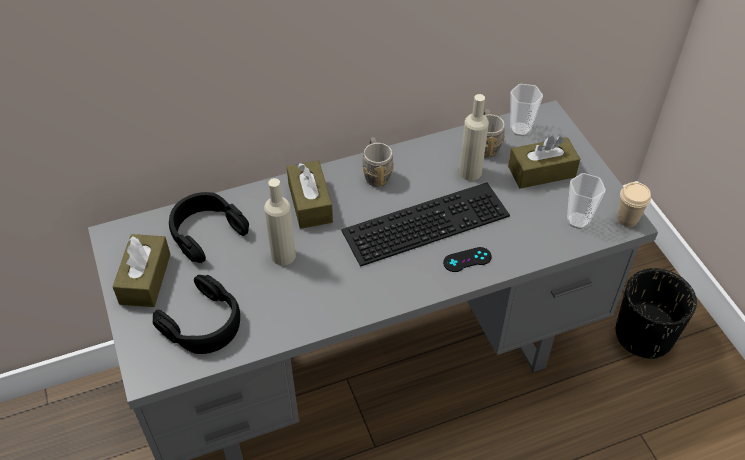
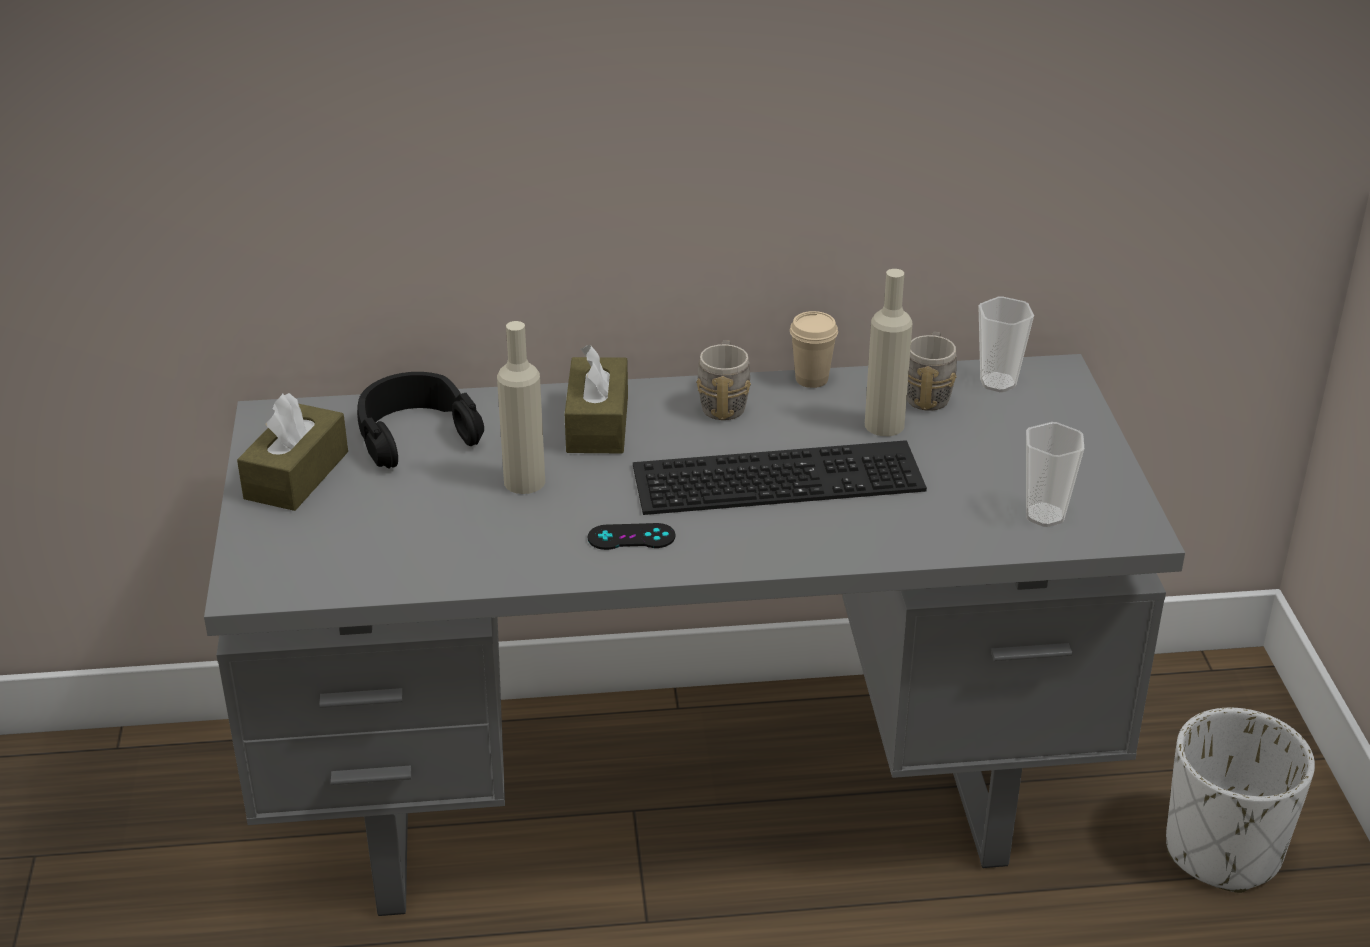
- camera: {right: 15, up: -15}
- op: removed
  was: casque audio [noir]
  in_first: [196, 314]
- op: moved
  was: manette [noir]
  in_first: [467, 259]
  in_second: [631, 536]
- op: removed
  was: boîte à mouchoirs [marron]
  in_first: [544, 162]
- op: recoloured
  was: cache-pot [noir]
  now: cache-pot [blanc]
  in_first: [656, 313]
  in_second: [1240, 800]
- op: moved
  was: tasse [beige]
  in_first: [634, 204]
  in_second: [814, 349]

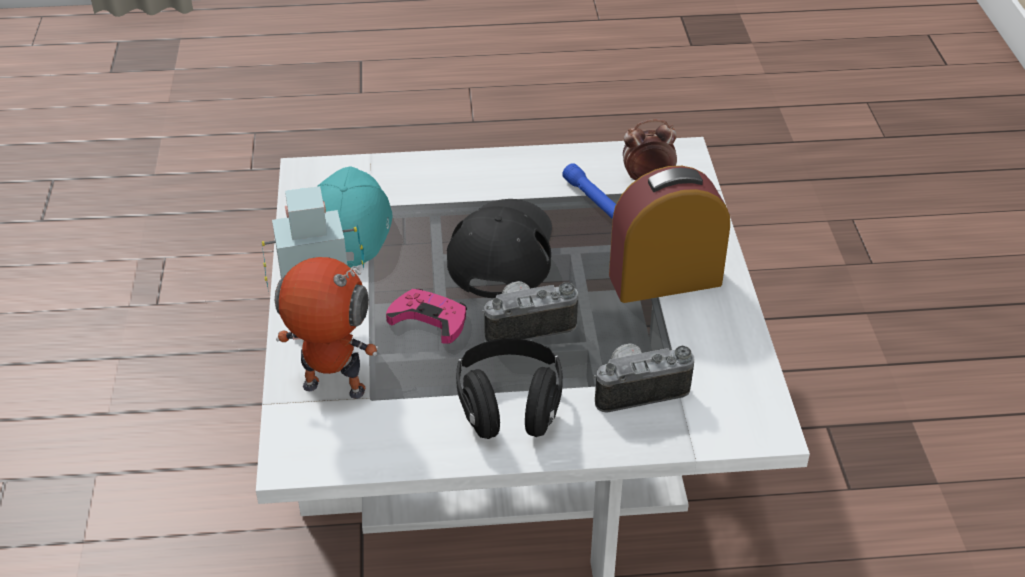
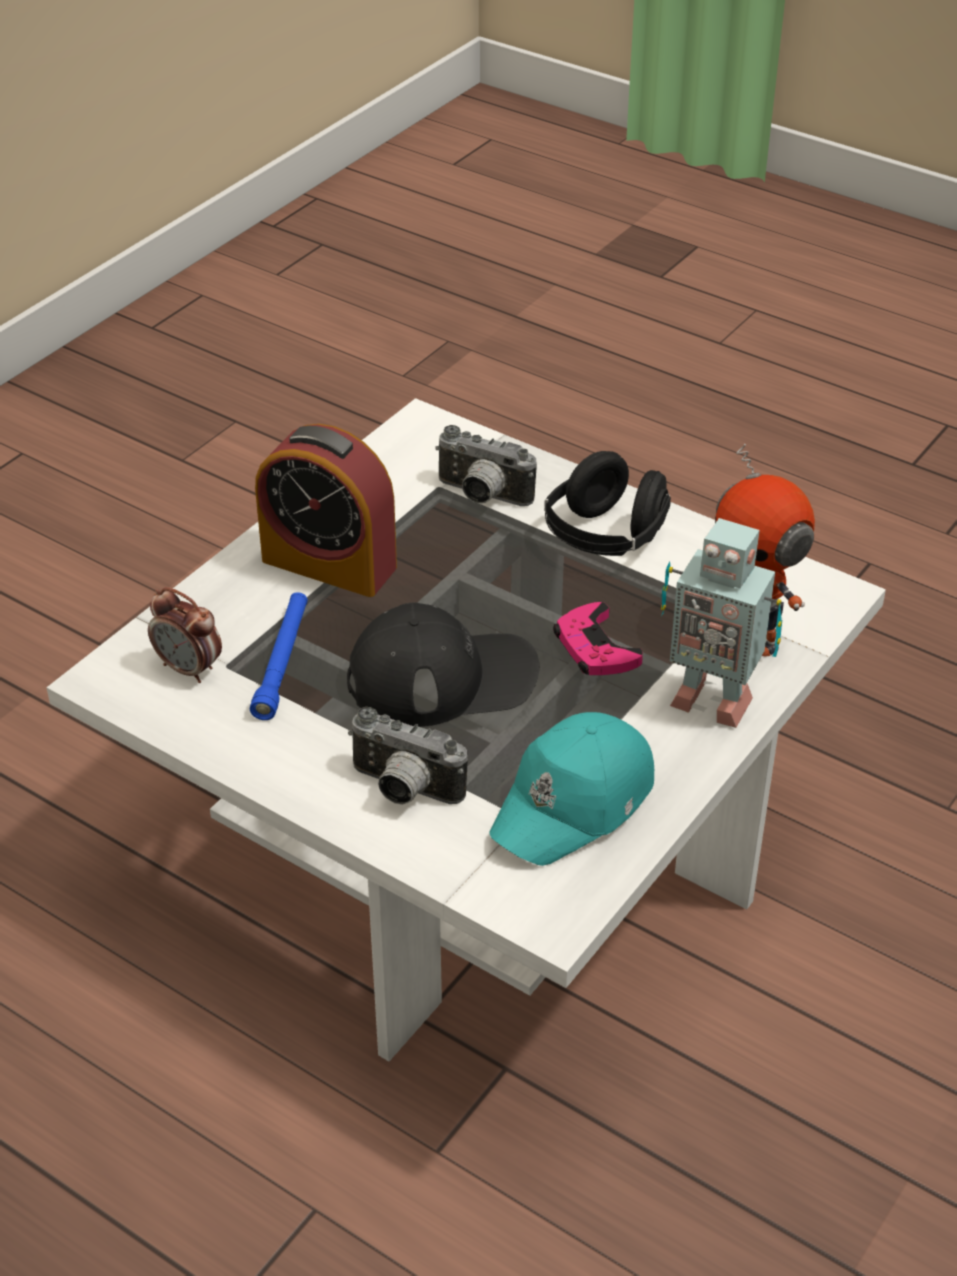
- camera: {right: -140, up: 0}
- op: turned
  was: casquette [noir]
  in_first: [499, 248]
  in_second: [443, 665]
  clockwise: -150
- op: moved
  was: appareil photo
  in_first: [530, 311]
  in_second: [408, 756]

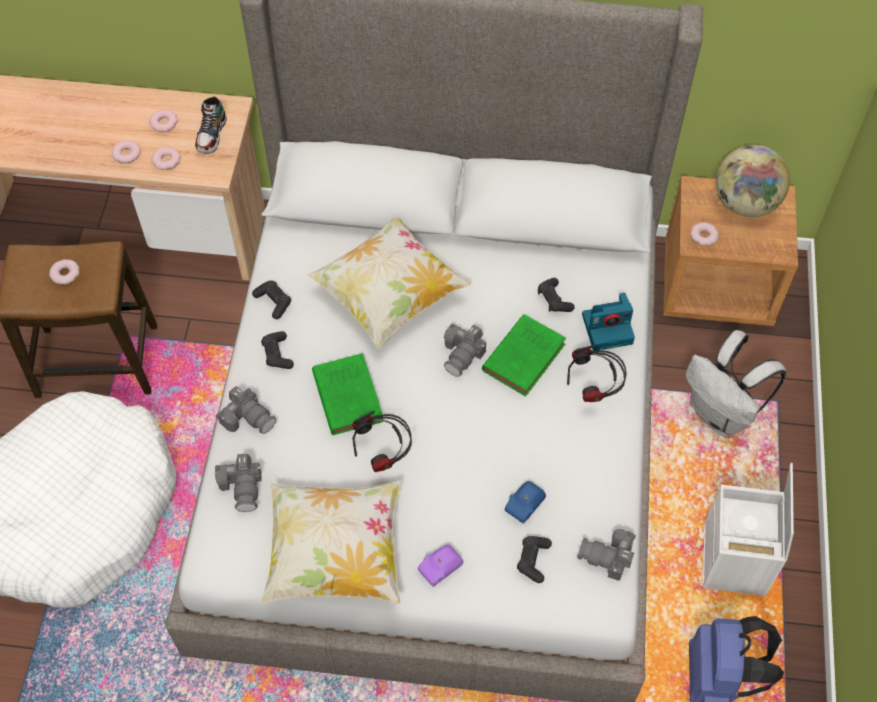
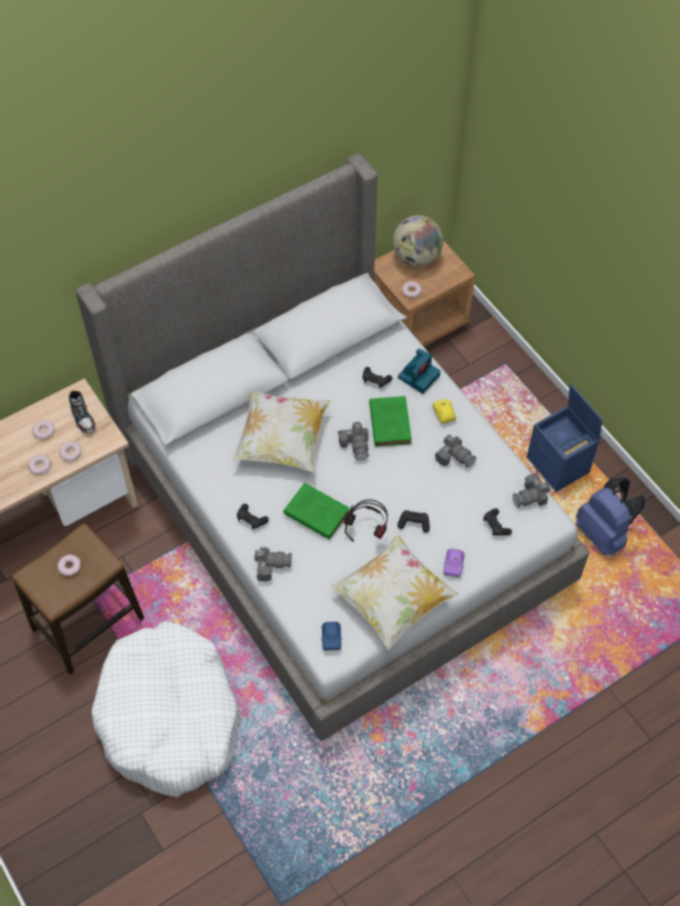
- camera: {right: -40, up: 0}
- op: moved
  was: appareil photo
  in_first: [238, 483]
  in_second: [455, 451]
- op: moved
  was: manette [noir]
  in_first: [271, 299]
  in_second: [413, 521]
- op: moved
  was: petite voiture [bleu]
  in_first: [525, 502]
  in_second: [331, 636]
- op: replaced
  was: casque audio
  now: petite voiture [jaune]
  in_first: [597, 373]
  in_second: [444, 411]
- op: removed
  was: sac à dos [blanc]
  in_first: [736, 383]
- op: recoloured
  was: boîte de rangement [blanc]
  now: boîte de rangement [bleu]
  in_first: [748, 529]
  in_second: [565, 438]

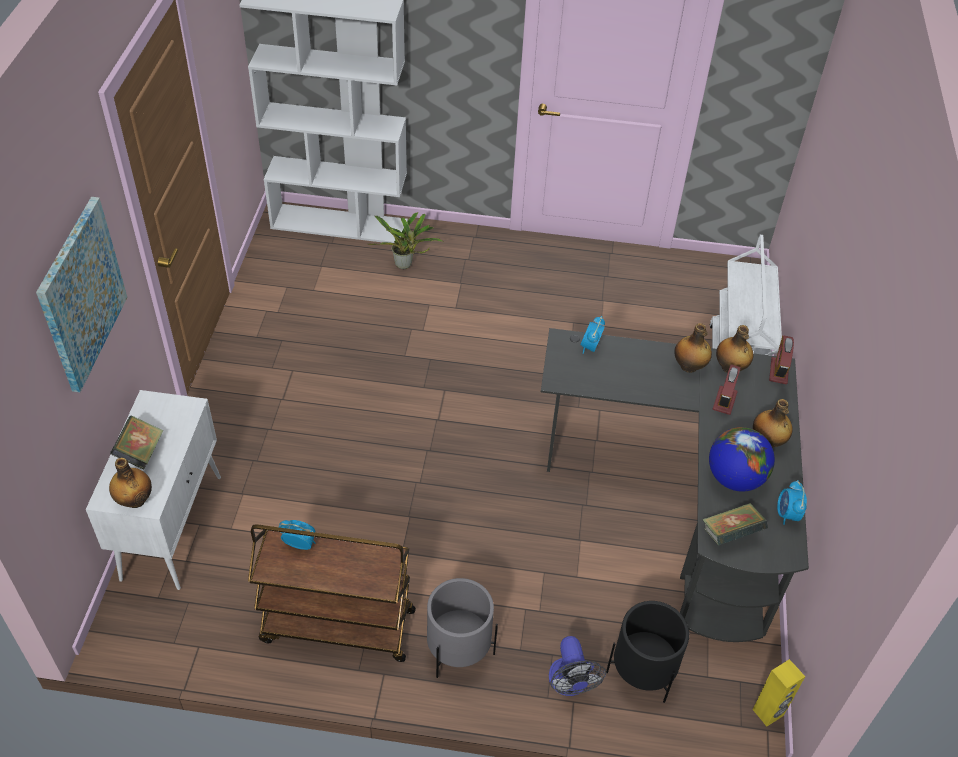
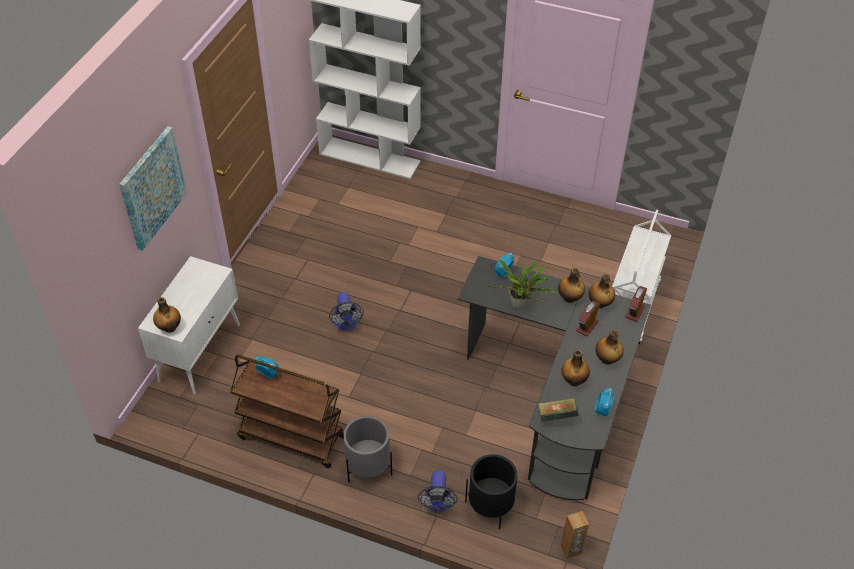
- camera: {right: 15, up: 0}
- op: removed
  was: livre
  in_first: [136, 442]
- op: moved
  was: plante en pot
  in_first: [405, 240]
  in_second: [522, 284]
- op: replaced
  was: globe
  now: bouteille
  in_first: [742, 459]
  in_second: [575, 368]
- op: recoloured
  was: enceinte [jaune]
  now: enceinte [marron]
  in_first: [778, 693]
  in_second: [575, 535]
- op: added
  now: ventilateur
  in_second: [346, 311]

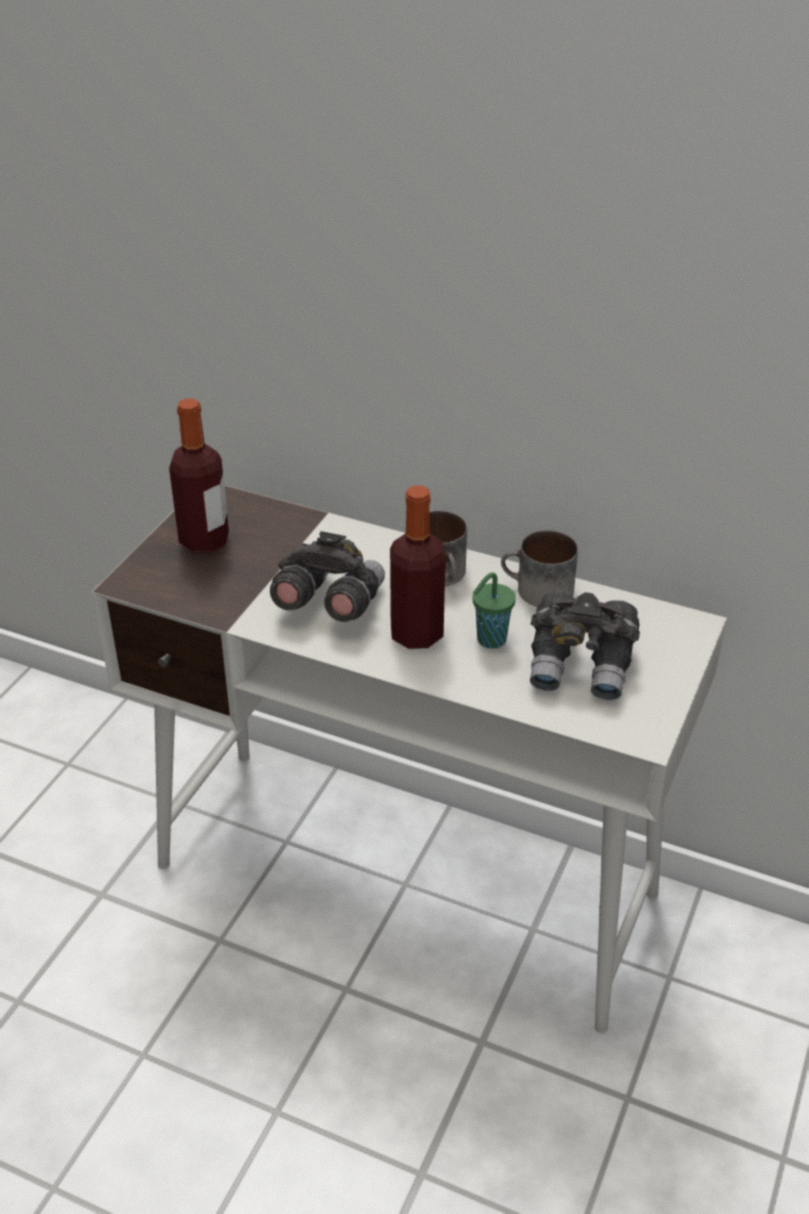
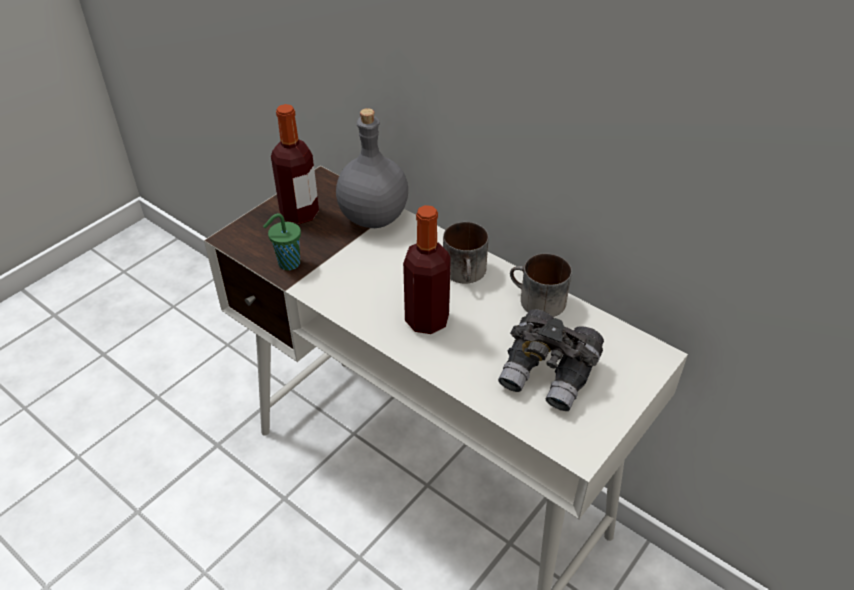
- camera: {right: 15, up: 5}
- op: removed
  was: jumelles [gris]
  in_first: [327, 576]
- op: moved
  was: tasse [vert]
  in_first: [494, 610]
  in_second: [282, 241]
- op: added
  now: bouteille [gris]
  in_second: [372, 168]

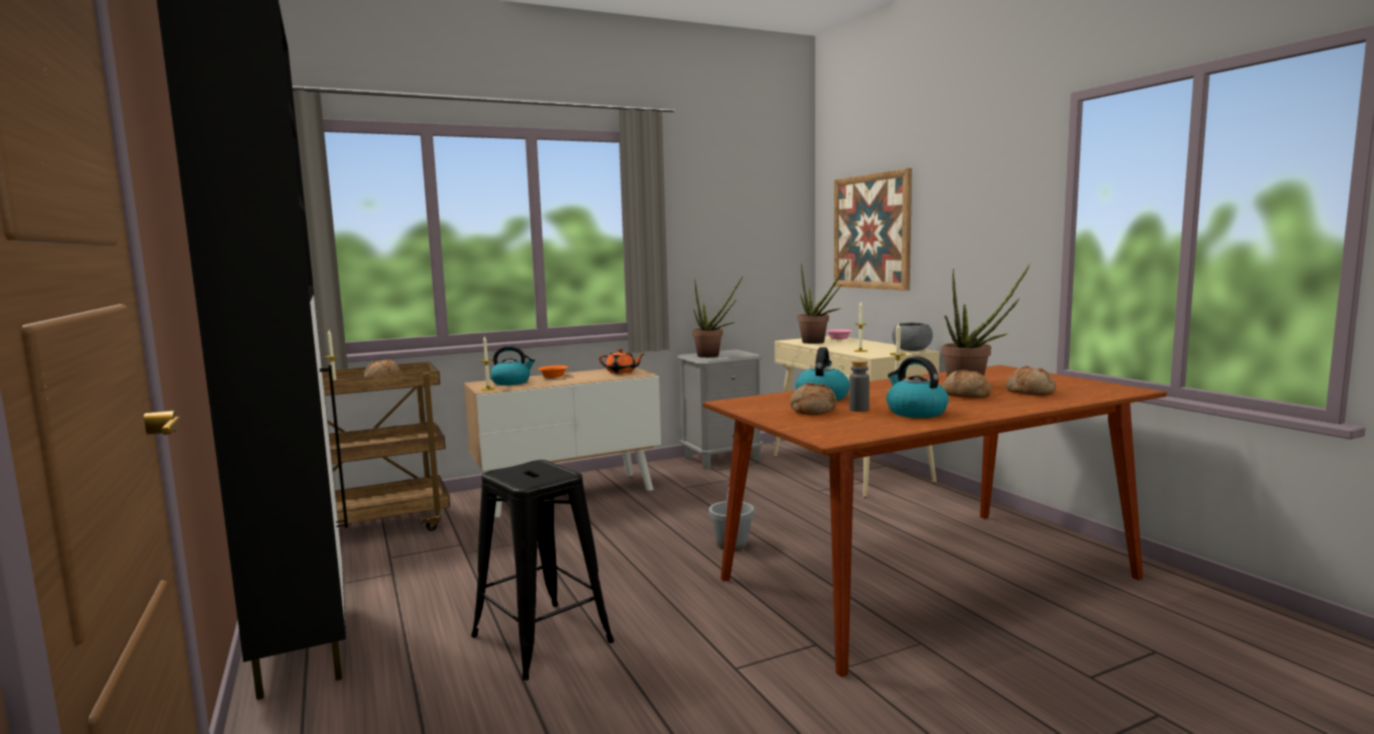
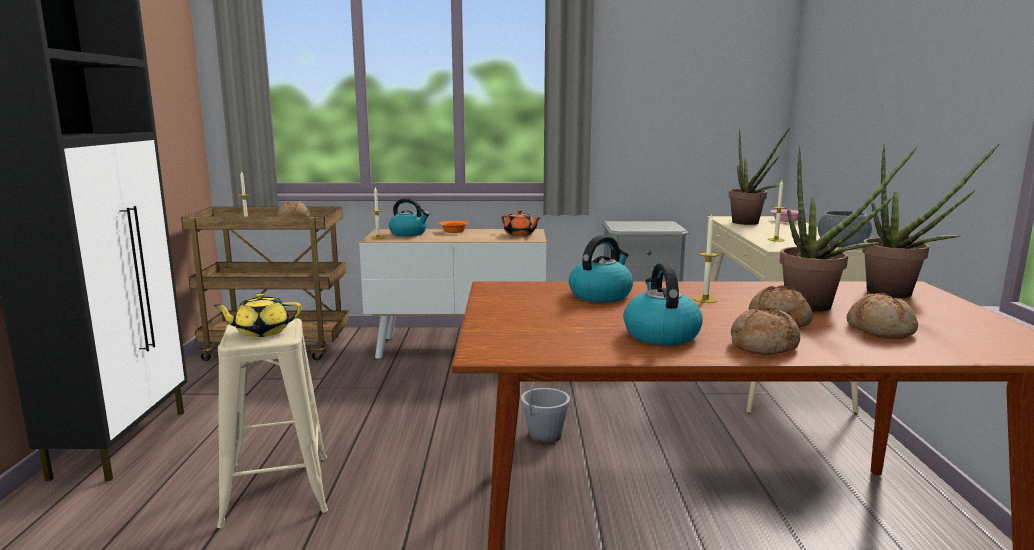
- camera: {right: 25, up: 5}
- op: recoloured
  was: tabouret [noir]
  now: tabouret [beige]
  in_first: [542, 570]
  in_second: [272, 423]
- op: moved
  was: plante en pot
  in_first: [717, 317]
  in_second: [930, 220]
- op: moved
  was: pain
  in_first: [813, 399]
  in_second: [765, 330]
- op: removed
  was: tableau
  in_first: [873, 229]
- op: removed
  was: bouteille [gris]
  in_first: [859, 386]
- op: added
  now: théière [jaune]
  in_second: [257, 315]

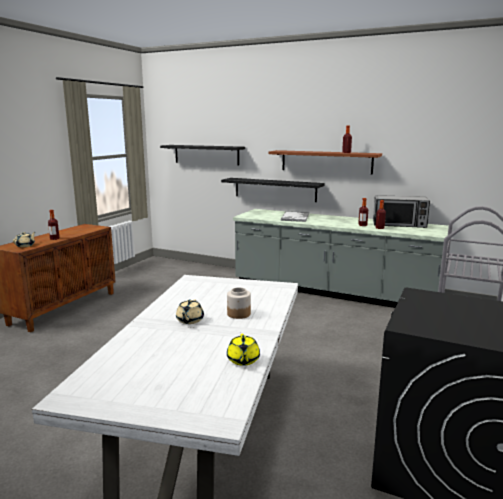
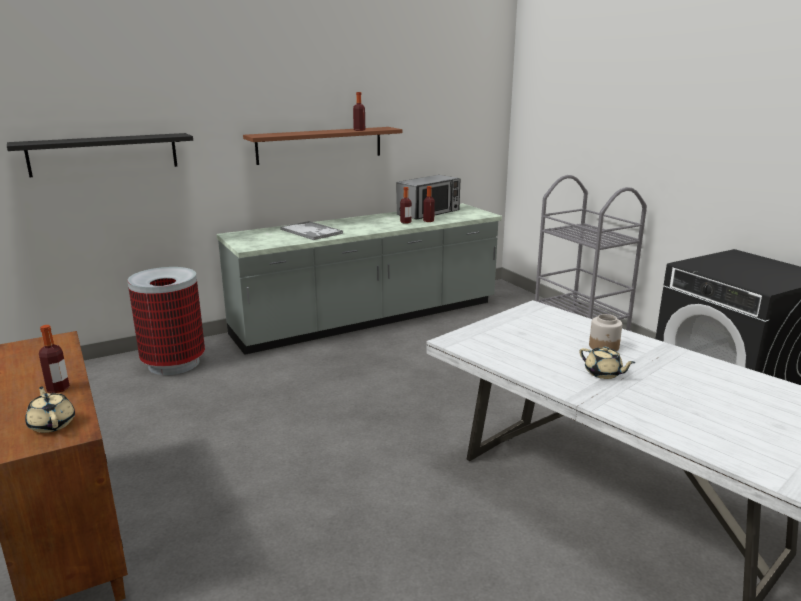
- camera: {right: -55, up: 5}
- op: removed
  was: étagère [noir]
  in_first: [273, 190]
- op: removed
  was: théière [jaune]
  in_first: [243, 350]
- op: added
  now: poubelle
  in_second: [166, 321]

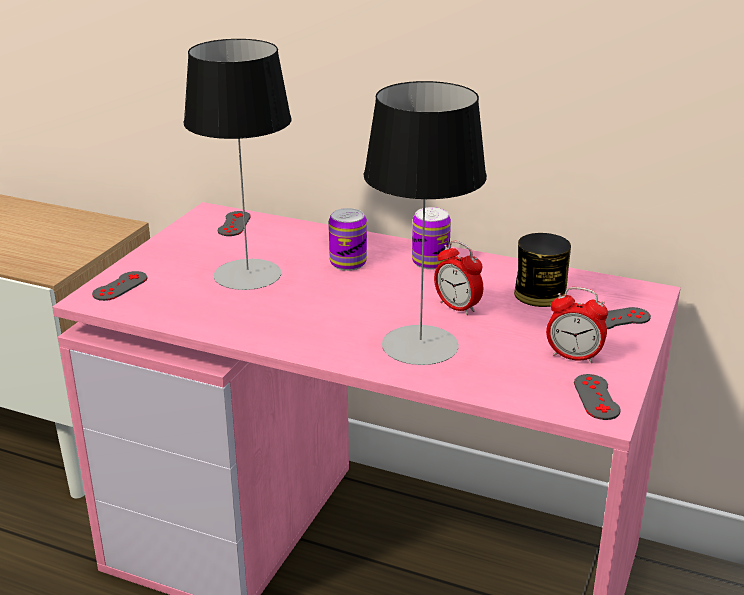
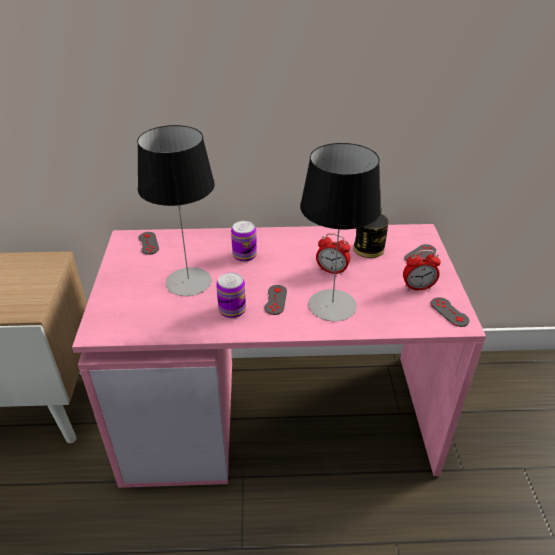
- camera: {right: -25, up: 10}
- op: moved
  was: manette [gris]
  in_first: [119, 286]
  in_second: [276, 300]
- op: moved
  was: boîte métallique
  in_first: [431, 238]
  in_second: [231, 295]

